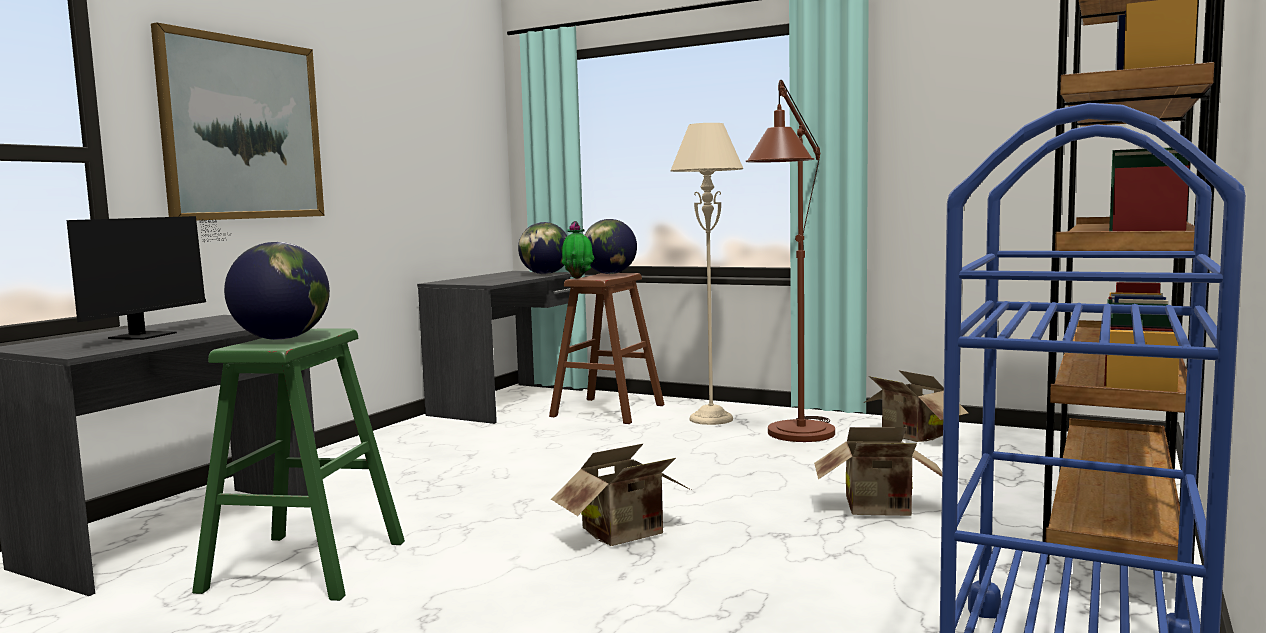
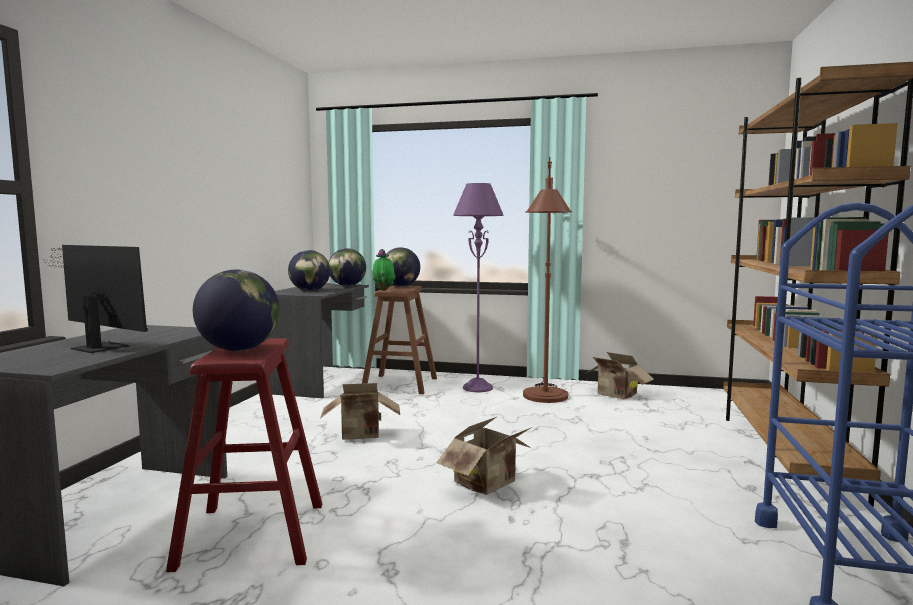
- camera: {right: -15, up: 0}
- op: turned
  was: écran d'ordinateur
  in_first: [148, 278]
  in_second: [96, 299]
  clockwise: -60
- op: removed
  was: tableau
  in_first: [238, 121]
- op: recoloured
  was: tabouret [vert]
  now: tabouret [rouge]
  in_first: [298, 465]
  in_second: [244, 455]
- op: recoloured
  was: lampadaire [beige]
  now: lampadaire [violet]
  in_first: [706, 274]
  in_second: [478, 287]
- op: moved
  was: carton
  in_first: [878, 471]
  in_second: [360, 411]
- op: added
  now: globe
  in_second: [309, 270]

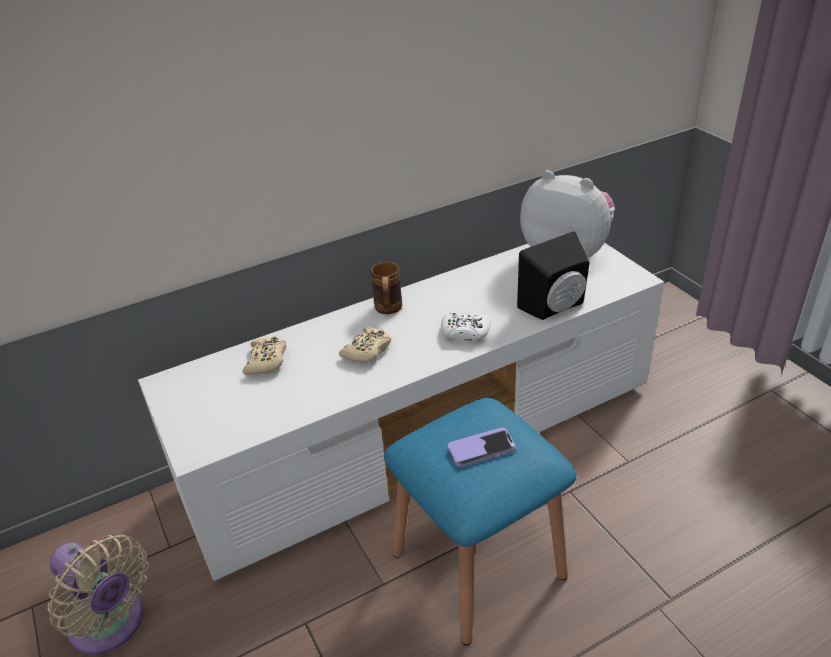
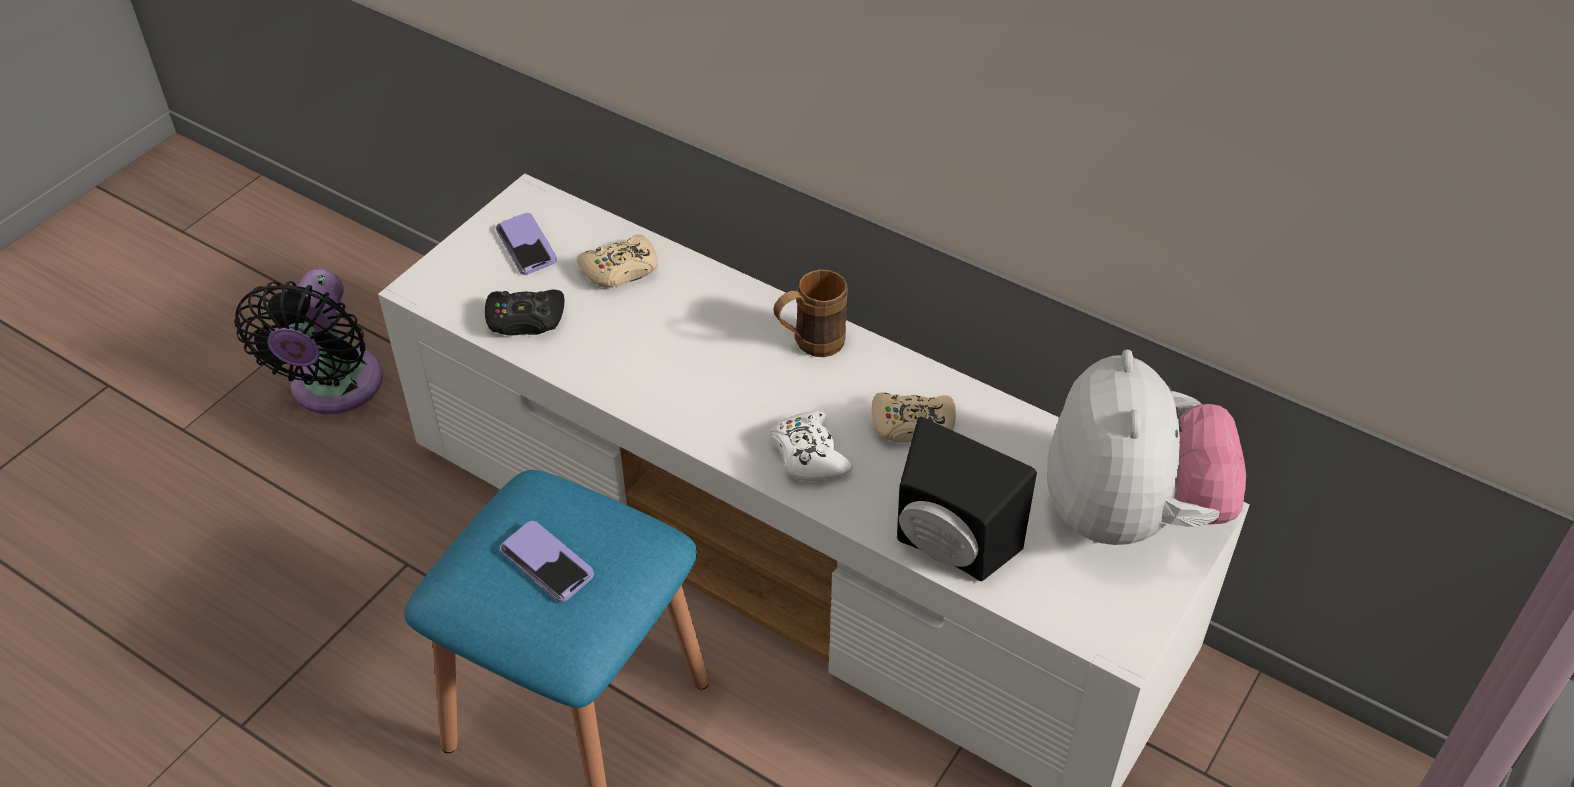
- camera: {right: 60, up: 10}
- op: recoloured
  was: ventilateur [beige]
  now: ventilateur [noir]
  in_first: [98, 594]
  in_second: [308, 342]
- op: moved
  was: manette [beige]
  in_first: [365, 345]
  in_second: [914, 417]
- op: added
  now: manette [noir]
  in_second: [524, 313]
- op: added
  now: téléphone
  in_second: [526, 244]

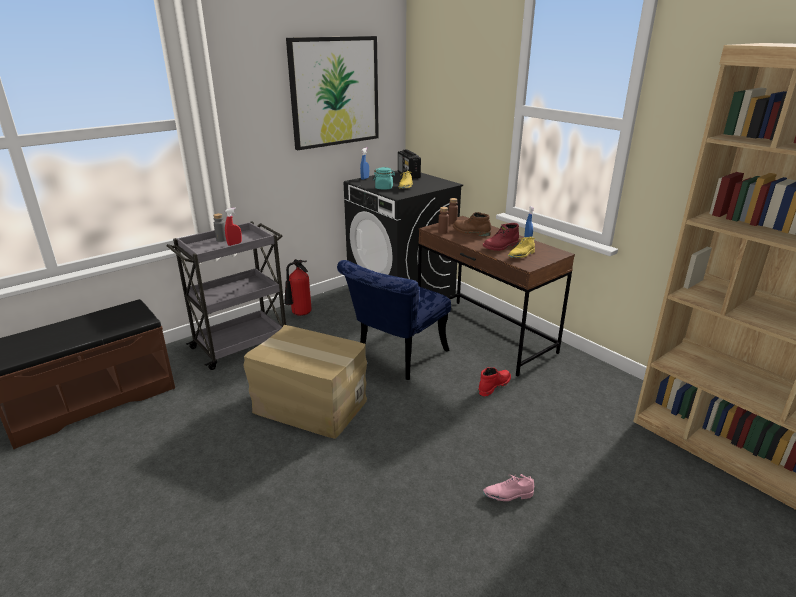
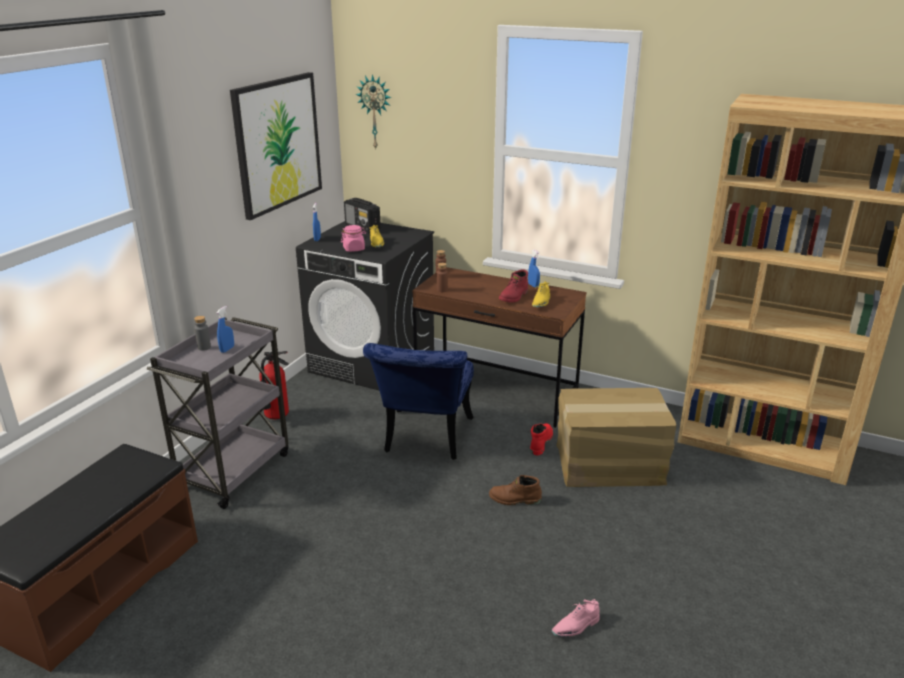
- camera: {right: -25, up: 0}
- op: recoloured
  was: vaporisateur [rouge]
  now: vaporisateur [bleu]
  in_first: [233, 226]
  in_second: [225, 329]
- op: moved
  was: carton
  in_first: [305, 382]
  in_second: [616, 437]
- op: recoloured
  was: bocal [turquoise]
  now: bocal [rose]
  in_first: [384, 178]
  in_second: [353, 238]
- op: moved
  was: botte [marron]
  in_first: [472, 224]
  in_second: [515, 490]
- op: moved
  was: chaussure [rose]
  in_first: [508, 487]
  in_second: [576, 618]
- op: added
  now: horloge murale
  in_second: [373, 112]

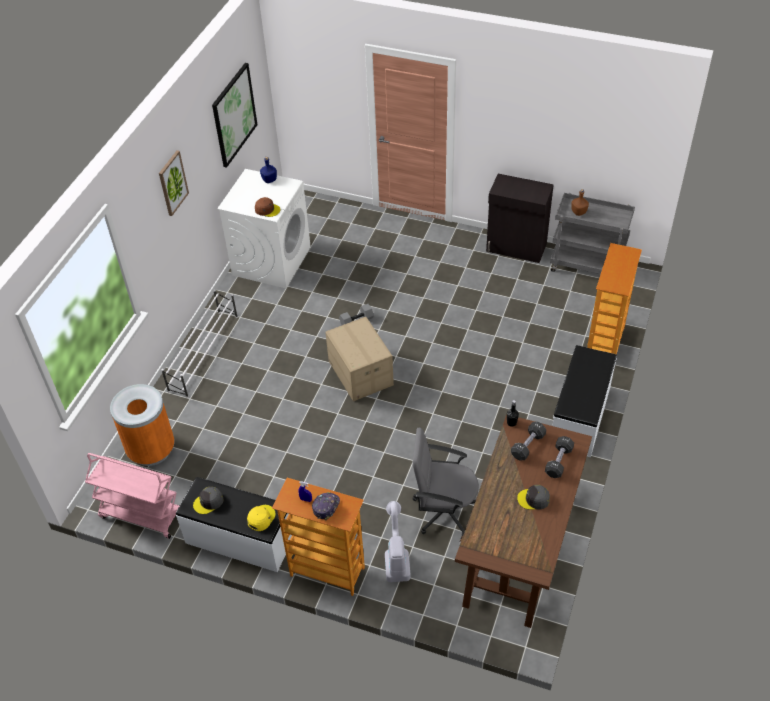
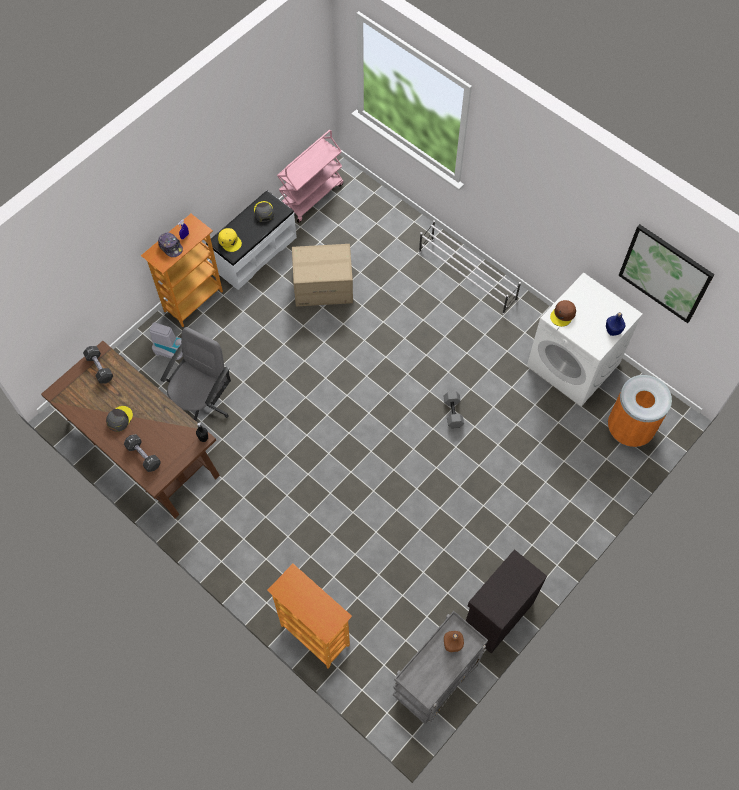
- camera: {right: 110, up: 15}
- op: moved
  was: poubelle [orange]
  in_first: [142, 425]
  in_second: [640, 411]
- op: removed
  was: tableau
  in_first: [174, 183]
- op: moved
  was: carton
  in_first: [359, 359]
  in_second: [322, 275]
- op: moved
  was: haltère [noir]
  in_first: [528, 441]
  in_second: [98, 364]
- op: removed
  was: banc [blanc]
  in_first: [585, 401]

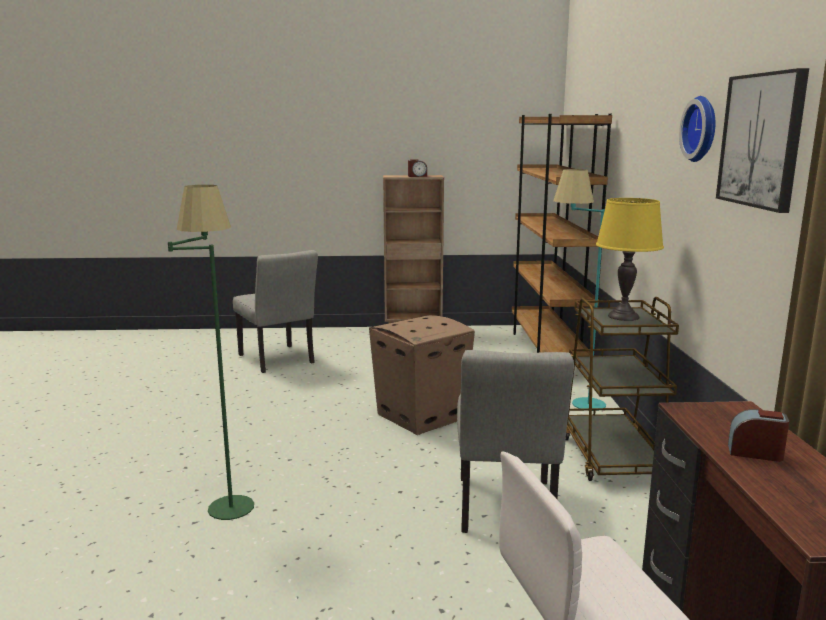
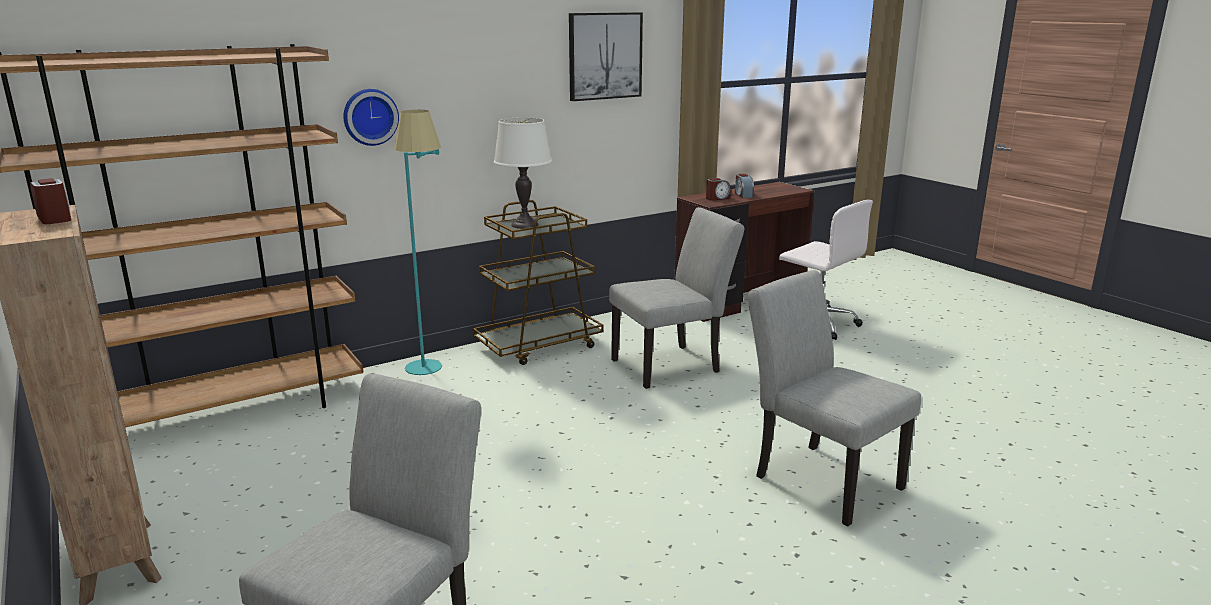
- camera: {right: -120, up: 5}
- op: replaced
  was: lampadaire [vert]
  now: chaise [gris]
  in_first: [211, 352]
  in_second: [834, 398]
- op: removed
  was: carton
  in_first: [422, 375]
- op: recoloured
  was: lampe de table [jaune]
  now: lampe de table [blanc]
  in_first: [630, 259]
  in_second: [523, 173]
- op: moved
  was: horloge murale
  in_first: [697, 129]
  in_second: [371, 117]
- op: added
  now: réveil
  in_second: [718, 189]

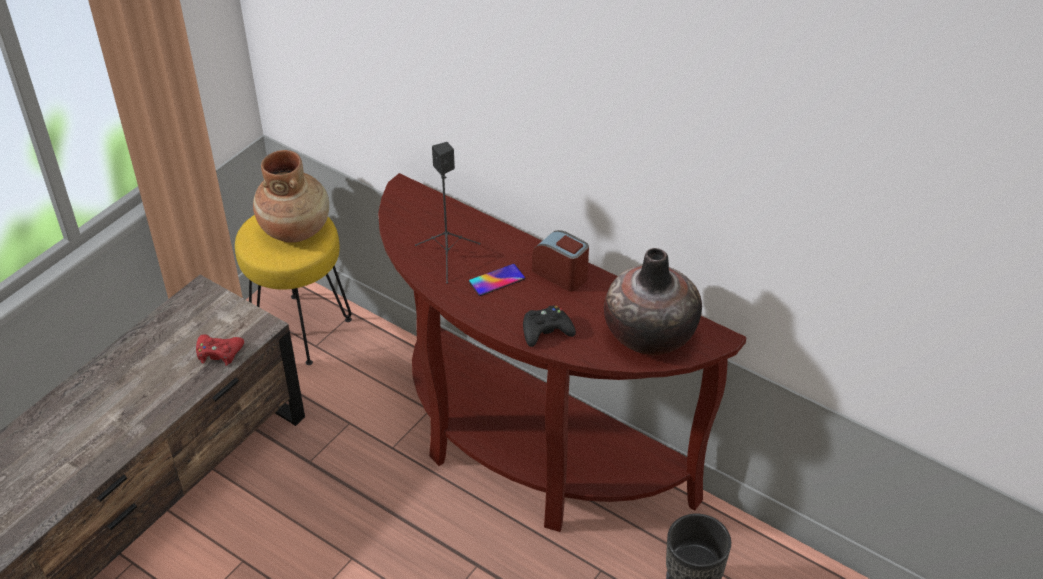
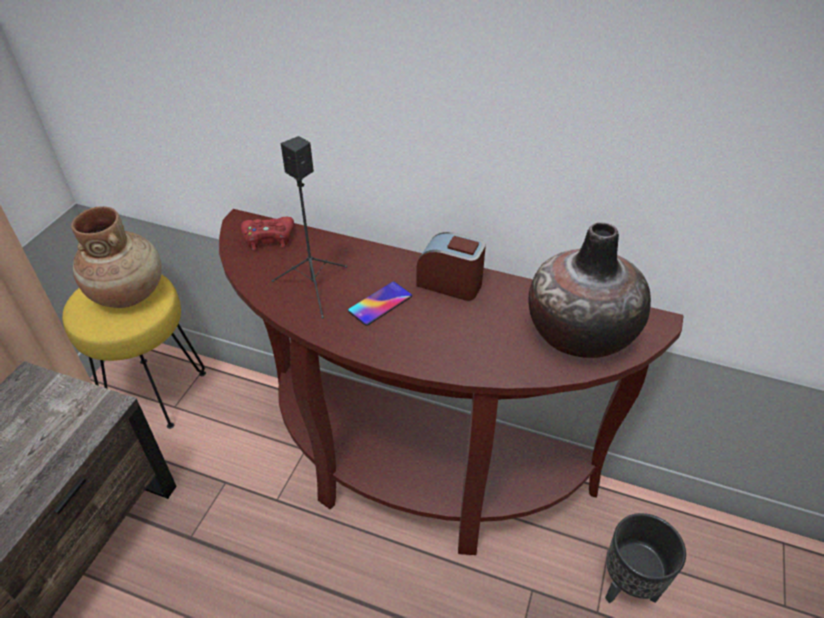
- camera: {right: -15, up: 0}
- op: moved
  was: manette [rouge]
  in_first: [220, 350]
  in_second: [267, 233]
- op: removed
  was: manette [noir]
  in_first: [549, 326]

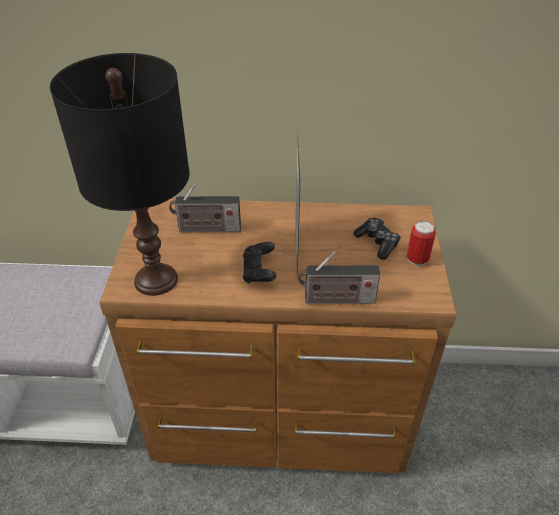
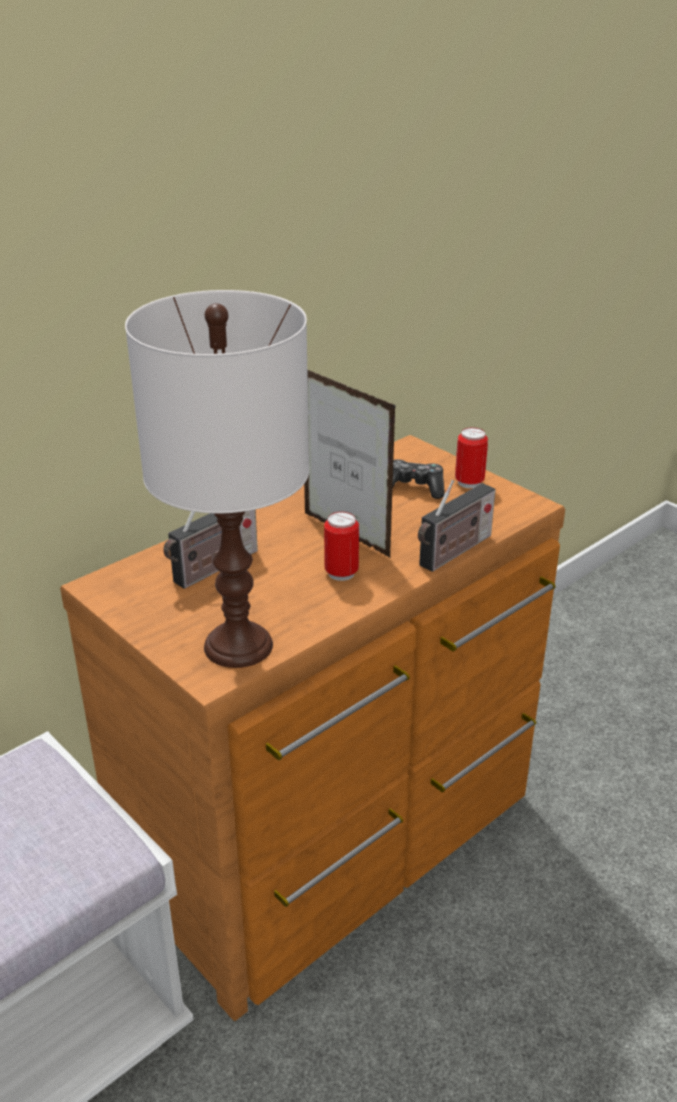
- camera: {right: -45, up: -10}
- op: recoloured
  was: lampe de table [noir]
  now: lampe de table [blanc]
  in_first: [120, 174]
  in_second: [217, 479]
- op: replaced
  was: manette [noir]
  now: boîte métallique
  in_first: [259, 262]
  in_second: [341, 546]

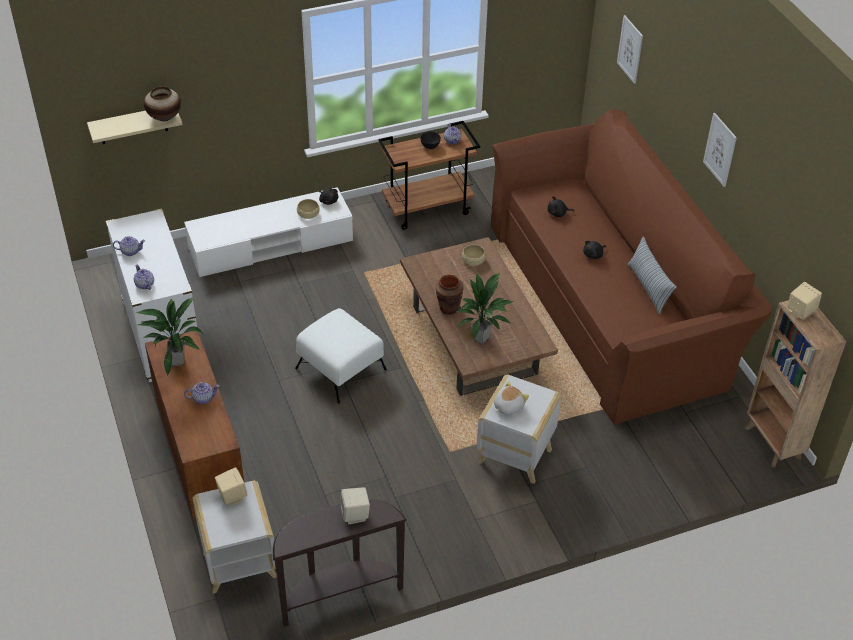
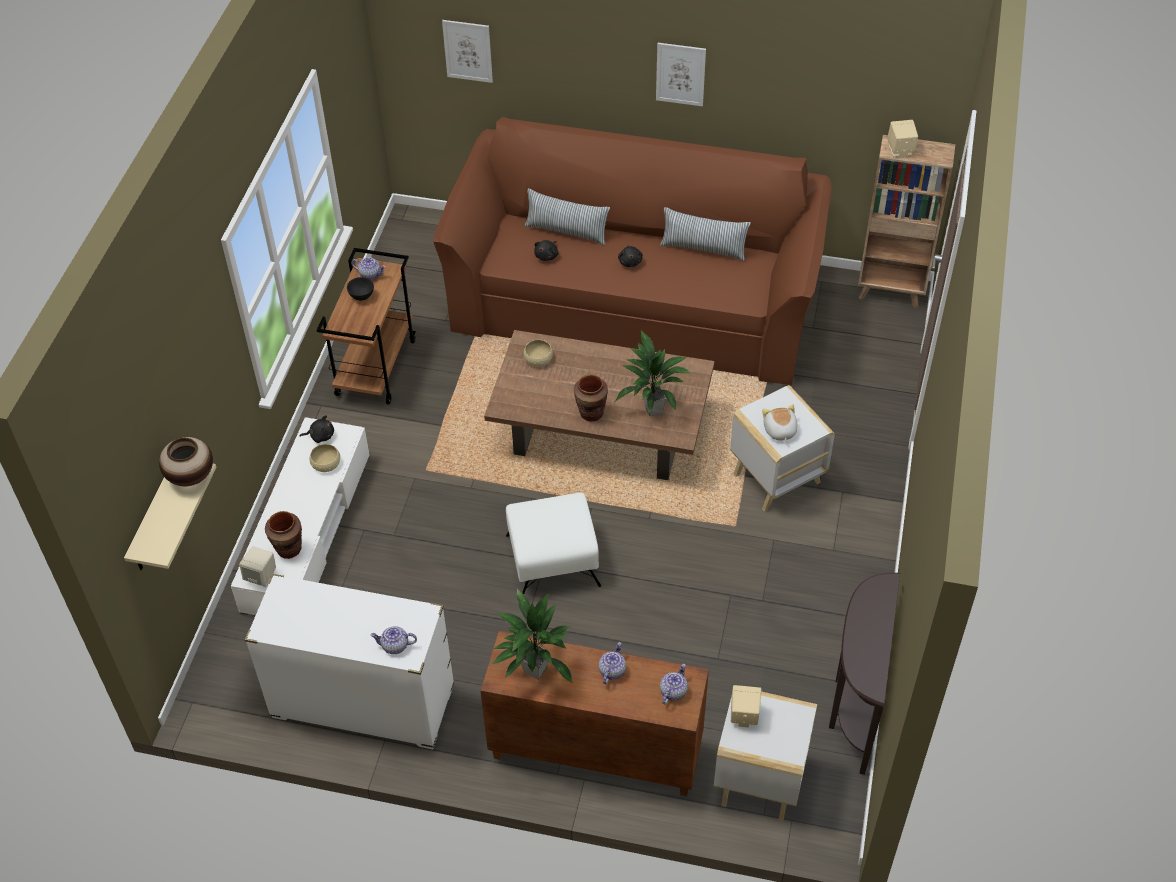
- camera: {right: -55, up: 5}
- op: moved
  was: théière
  in_first: [129, 246]
  in_second: [674, 684]
- op: moved
  was: enceinte [beige]
  in_first: [355, 505]
  in_second: [257, 566]
- op: added
  now: vase [marron]
  in_second: [283, 535]
- op: added
  now: coussin
  in_second: [567, 217]

